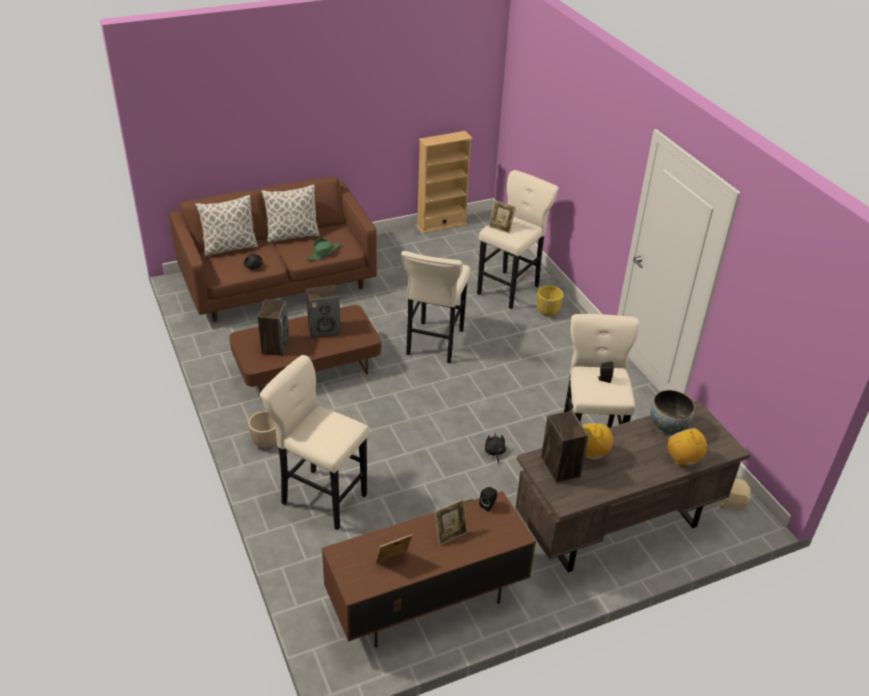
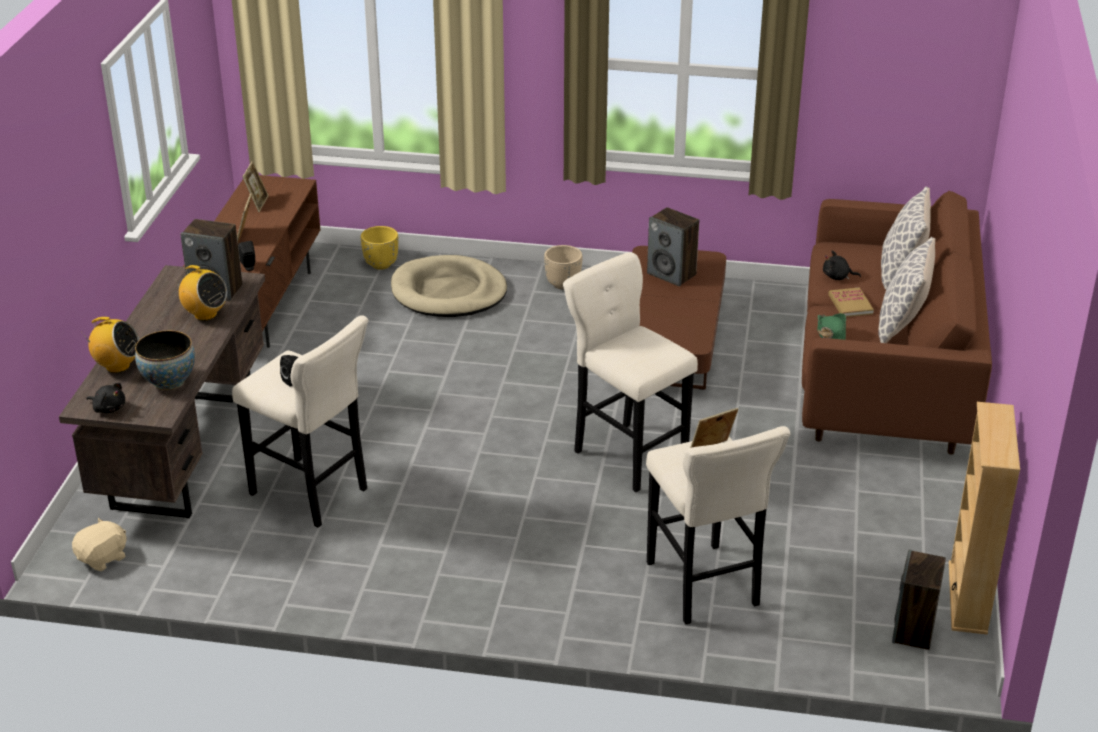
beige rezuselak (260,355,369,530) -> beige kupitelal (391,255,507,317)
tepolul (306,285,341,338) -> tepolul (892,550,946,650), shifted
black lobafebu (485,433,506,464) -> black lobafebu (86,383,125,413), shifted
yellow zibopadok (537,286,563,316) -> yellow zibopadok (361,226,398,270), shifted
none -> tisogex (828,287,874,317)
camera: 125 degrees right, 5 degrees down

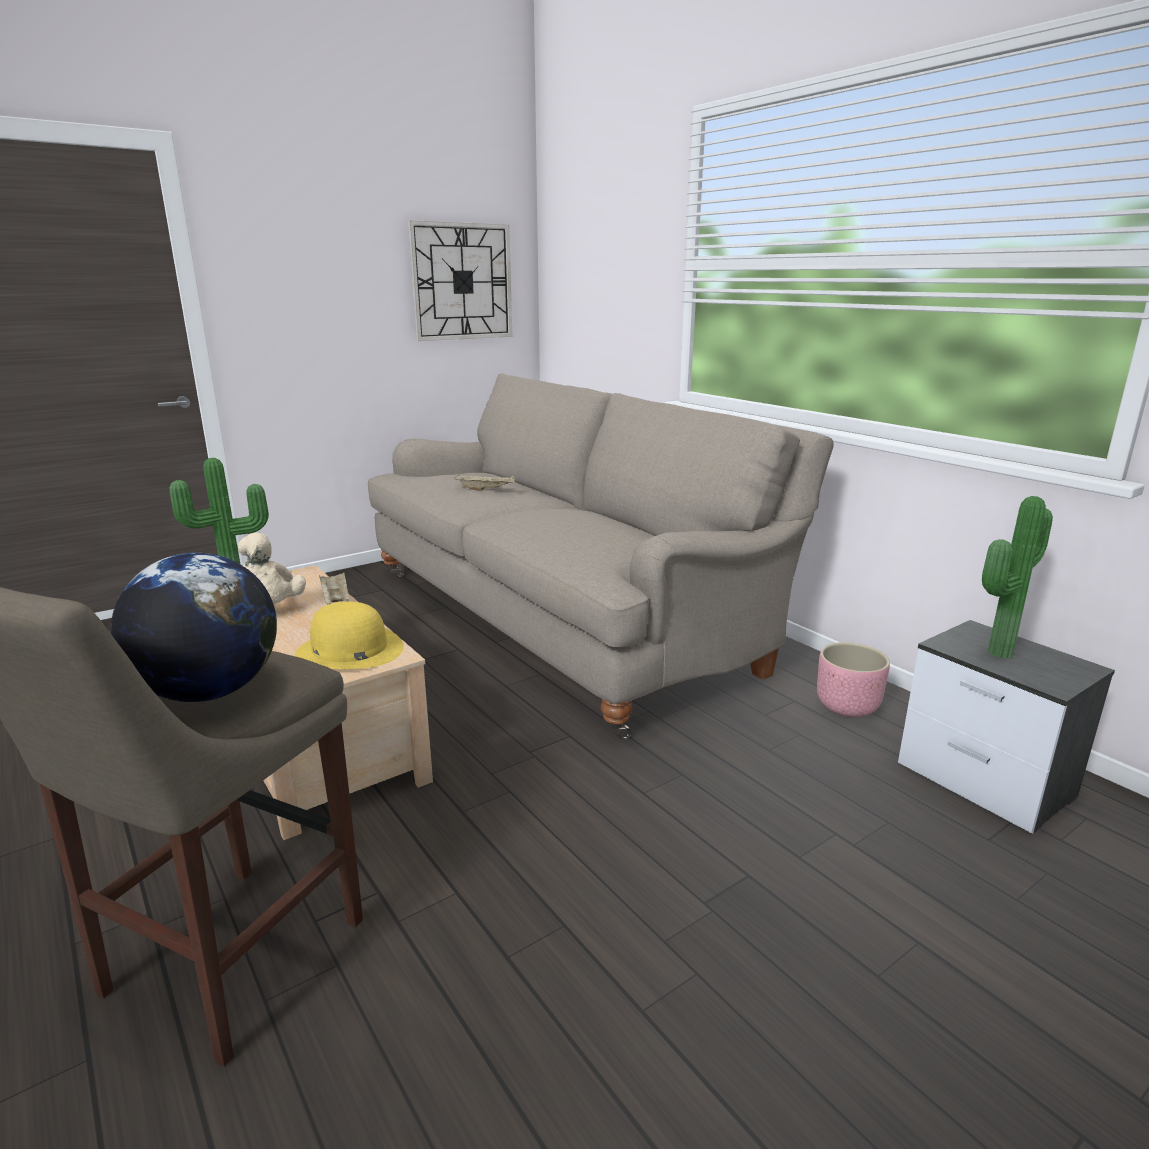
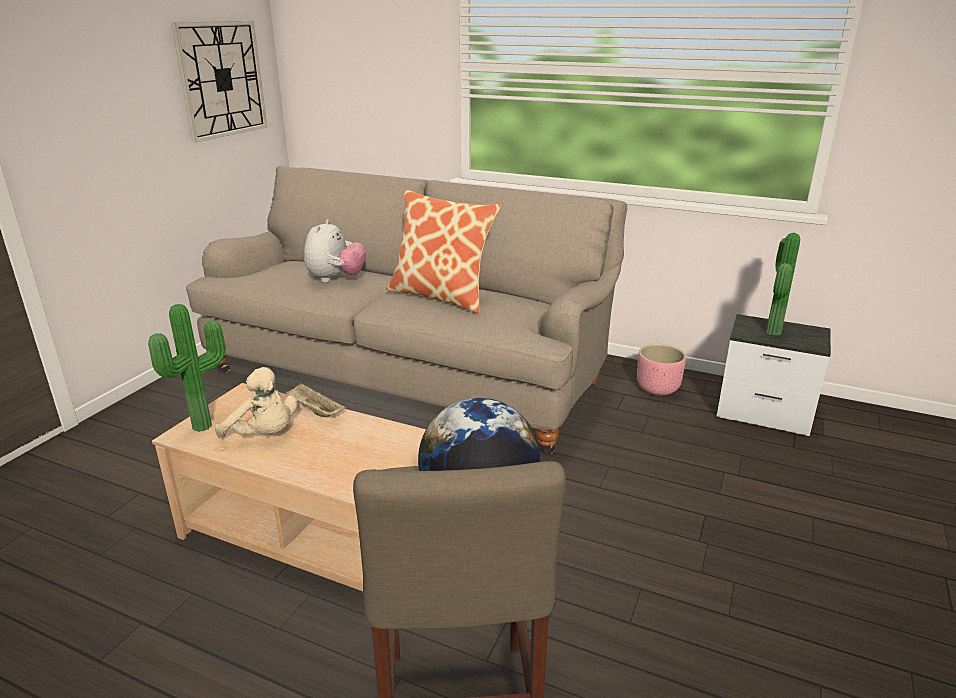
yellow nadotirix (295,601,404,669) -> none
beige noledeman (453,475,515,491) -> lobafebu (304,219,366,283)
none -> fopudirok (386,189,501,314)
camera: 30 degrees left, 5 degrees up

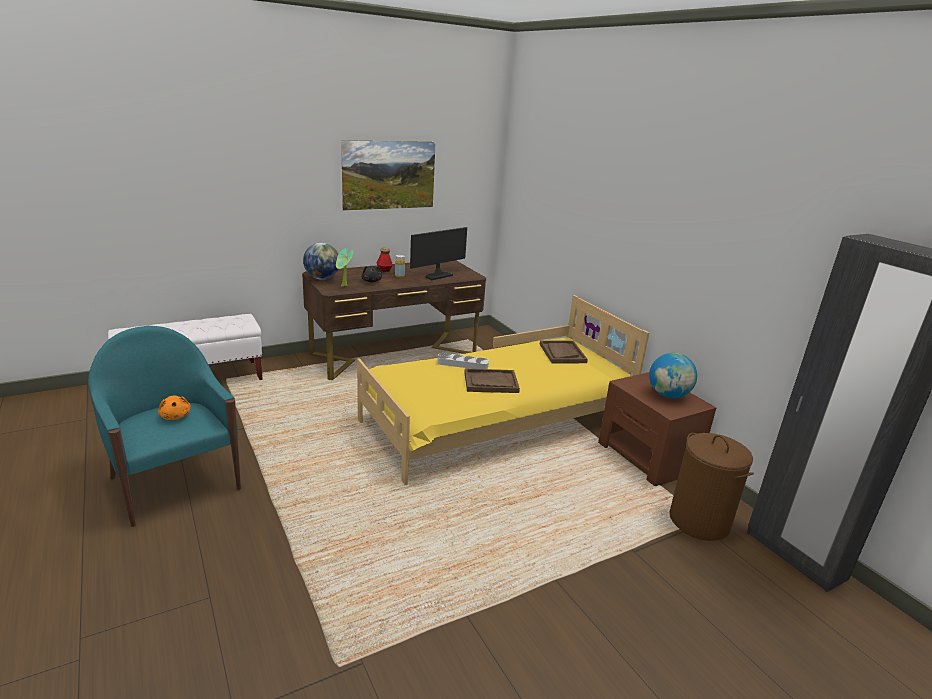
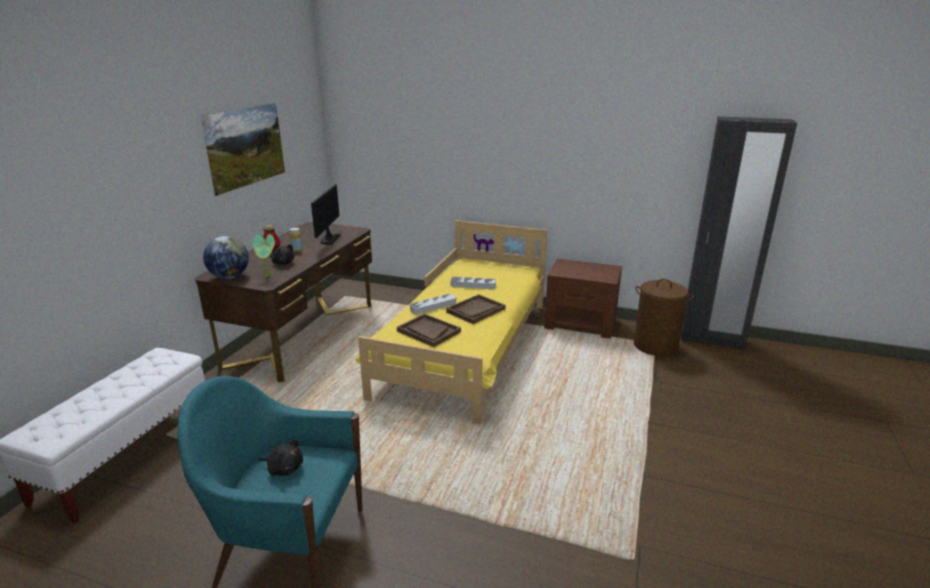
orange lobafebu (158,396,191,420) -> black lobafebu (259,440,303,476)
brown noledeman (540,340,588,364) -> brown noledeman (397,314,461,347), shifted
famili (649,353,697,398) -> none
none -> grey noledeman (451,277,496,289)
camera: 40 degrees left, 0 degrees up

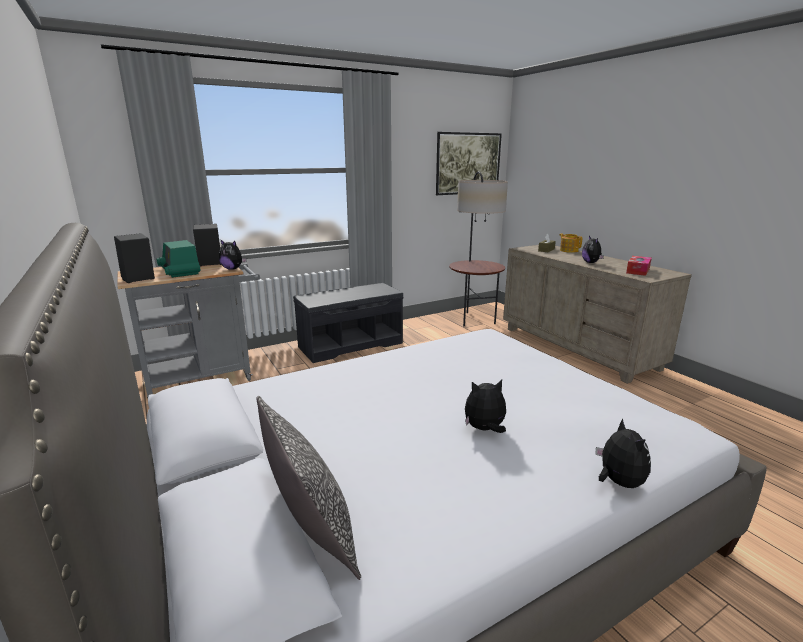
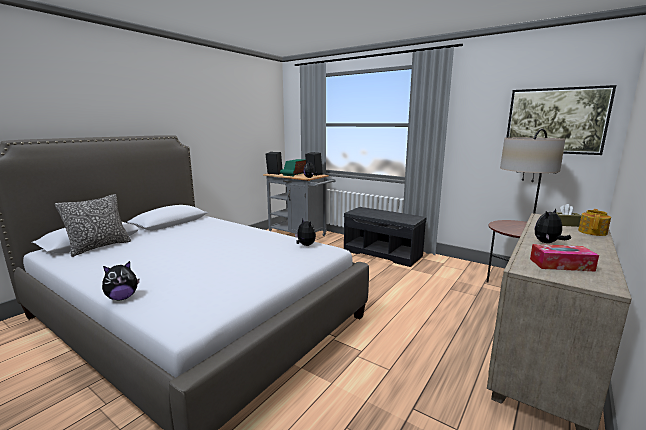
lobafebu (465,380,506,433) -> lobafebu (295,219,316,246), shifted
camera: 65 degrees right, 5 degrees down

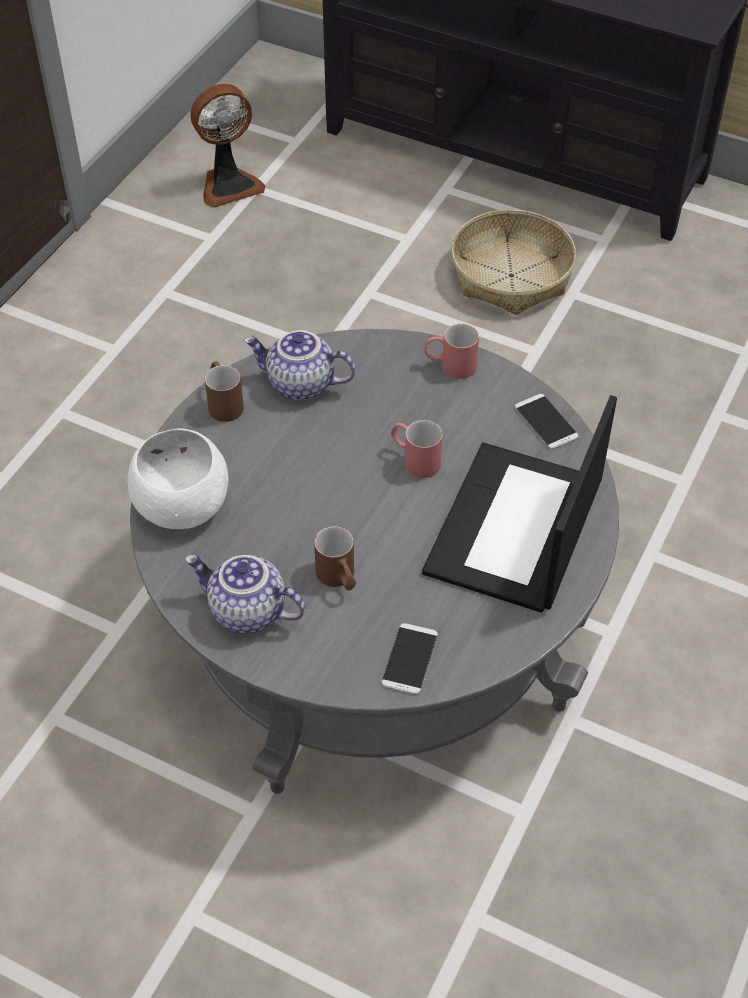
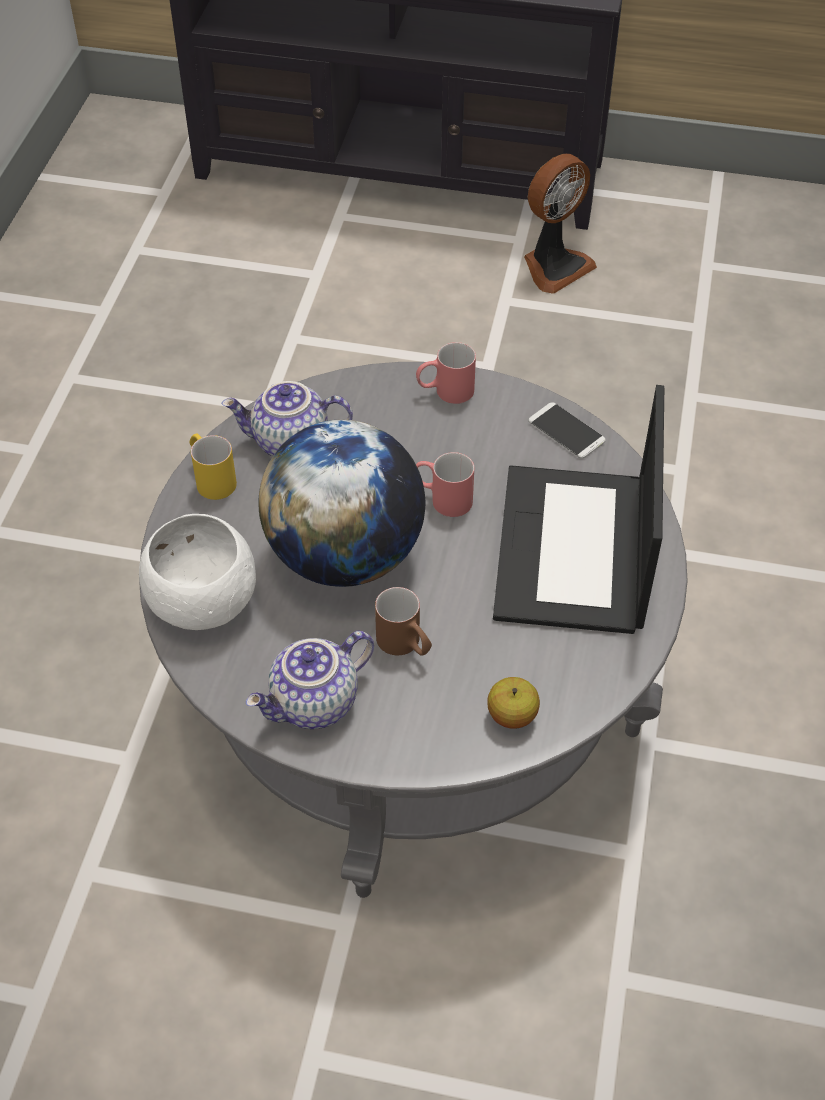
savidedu (185,554,305,633) -> savidedu (246,631,374,729), 45 degrees counterclockwise
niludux (190,84,265,208) -> niludux (524,154,597,294), shifted
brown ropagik (205,361,244,422) -> yellow ropagik (189,433,237,500)
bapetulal (382,623,438,695) -> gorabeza (487,677,540,729)
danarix (451,209,576,315) -> none
none -> famili (258,420,425,587)
camera: 15 degrees left, 0 degrees up

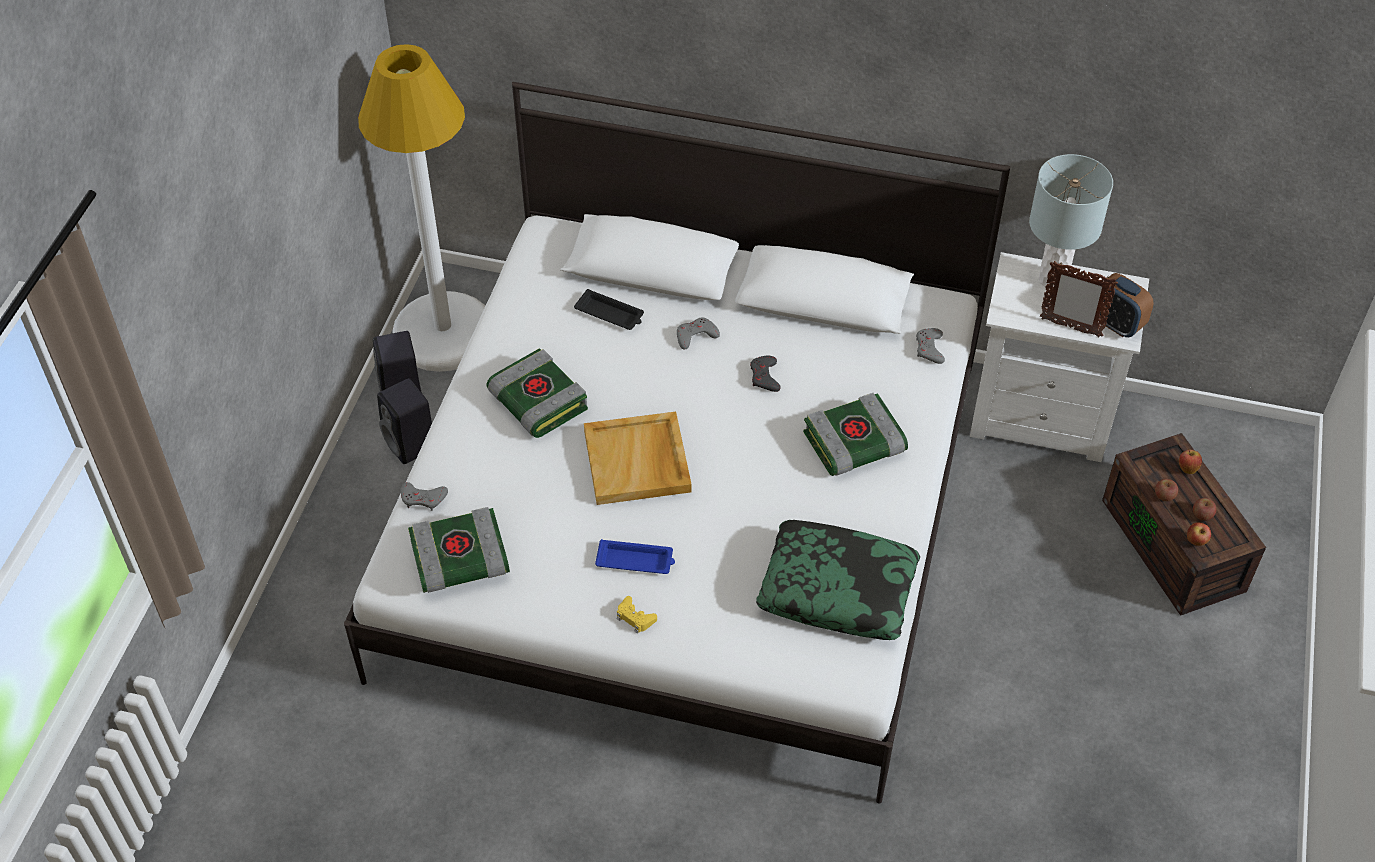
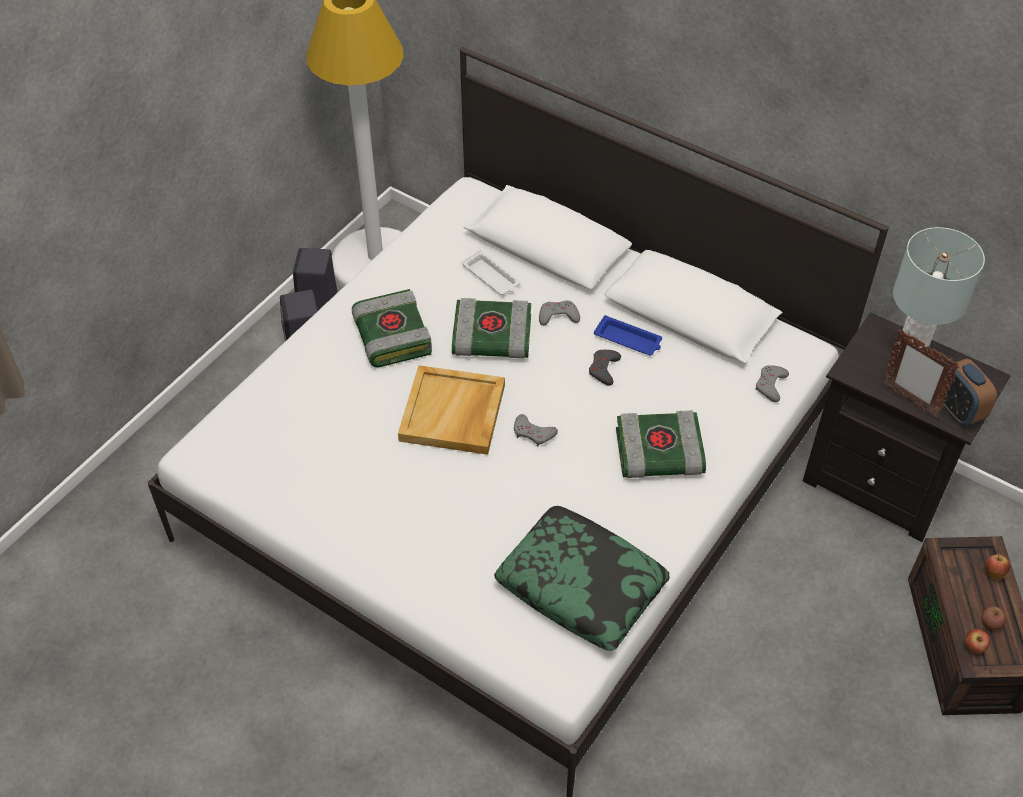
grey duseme (401,482,448,511) -> grey duseme (514,414,558,447), shifted
tisogex (408,507,510,593) -> tisogex (452,298,531,358), shifted
black noledeman (574,289,644,330) -> white noledeman (461,250,521,295)
blue noledeman (595,539,675,574) -> blue noledeman (594,315,662,356), shifted
yellow duseme (617,596,657,634) -> none
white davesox (970,252,1149,462) -> black davesox (803,312,1011,542)
gorabeza (1155,479,1178,501) -> none
camera: 20 degrees right, 0 degrees up

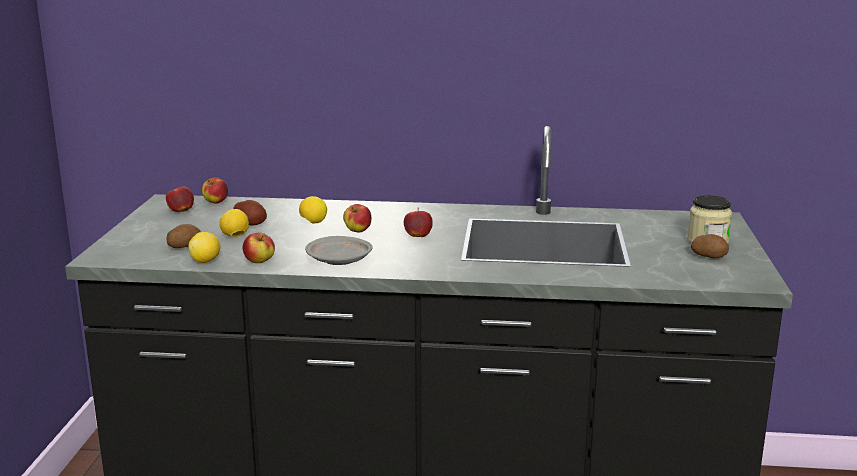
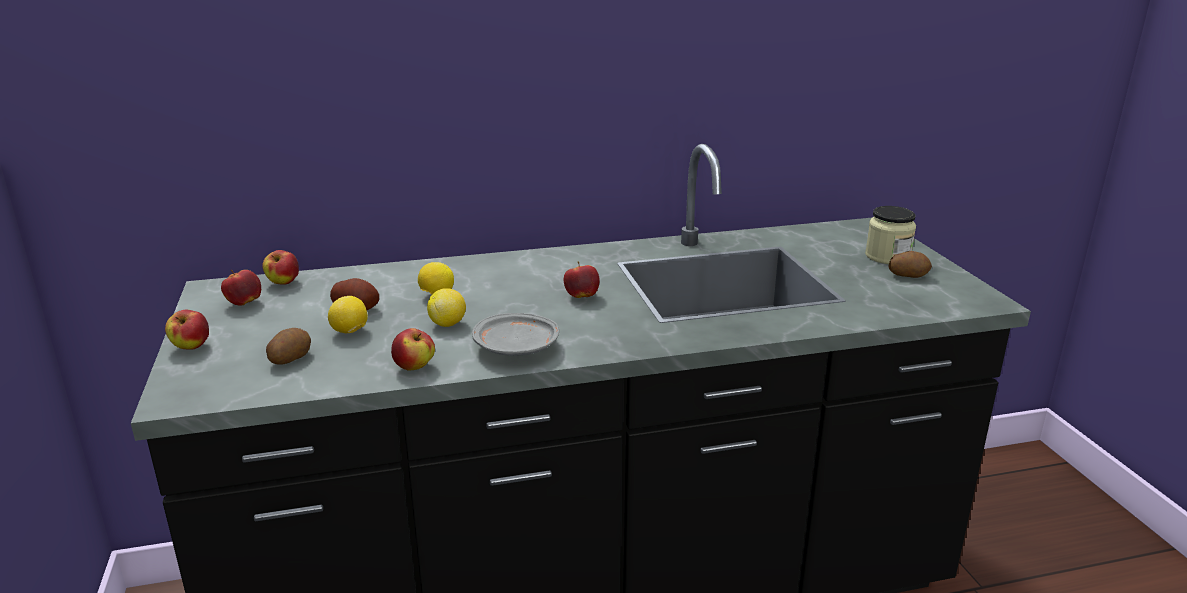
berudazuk (188,232,220,263) -> berudazuk (427,288,466,327), shifted
gorabeza (343,204,371,233) -> gorabeza (165,310,209,349), shifted
camera: 20 degrees left, 5 degrees up

